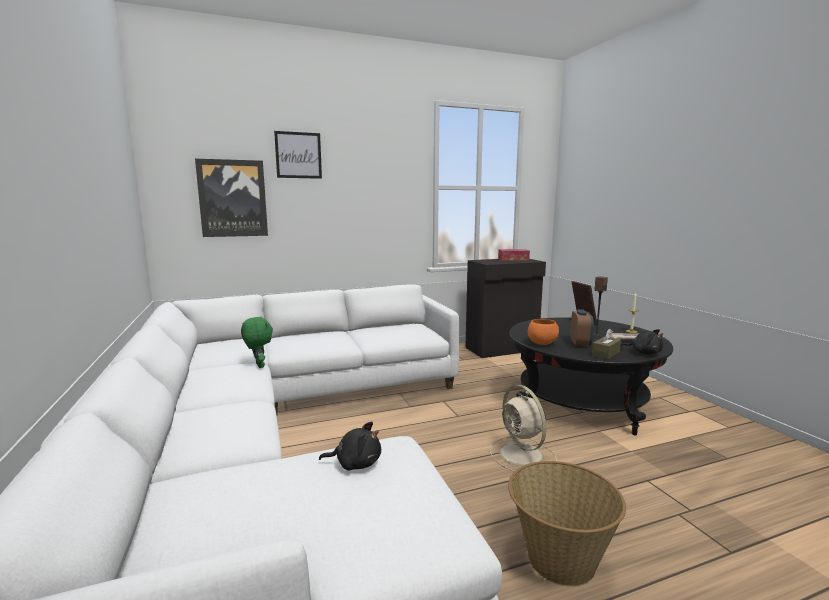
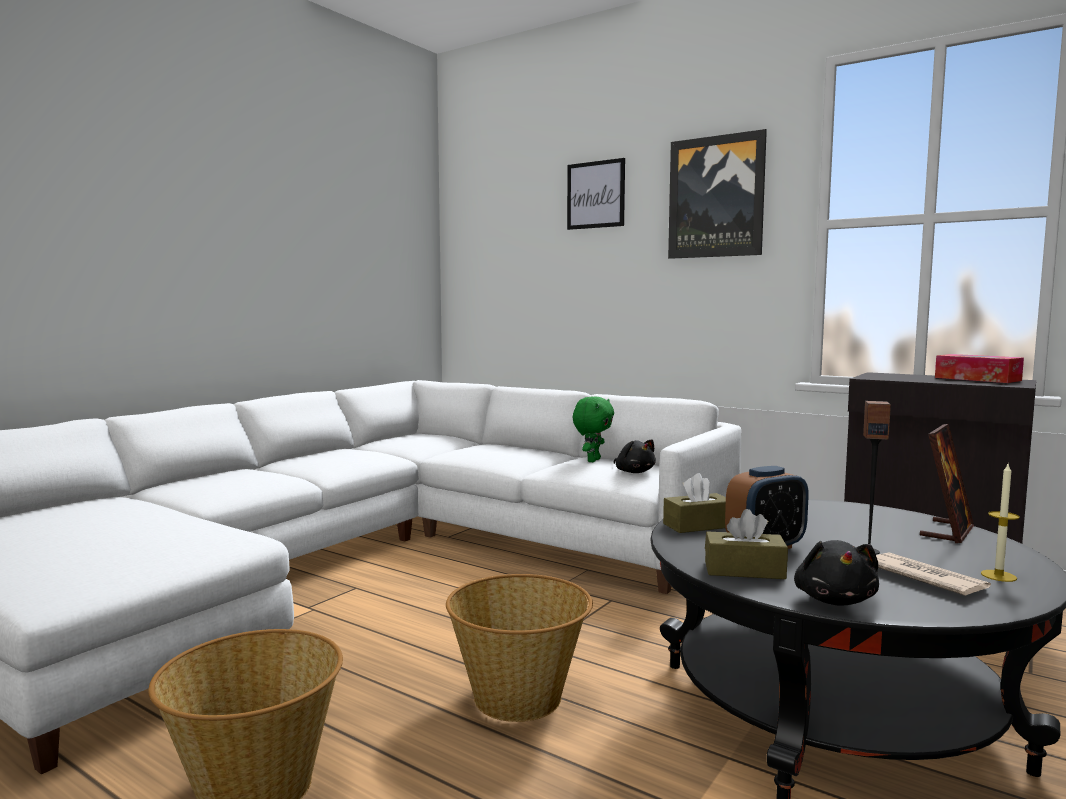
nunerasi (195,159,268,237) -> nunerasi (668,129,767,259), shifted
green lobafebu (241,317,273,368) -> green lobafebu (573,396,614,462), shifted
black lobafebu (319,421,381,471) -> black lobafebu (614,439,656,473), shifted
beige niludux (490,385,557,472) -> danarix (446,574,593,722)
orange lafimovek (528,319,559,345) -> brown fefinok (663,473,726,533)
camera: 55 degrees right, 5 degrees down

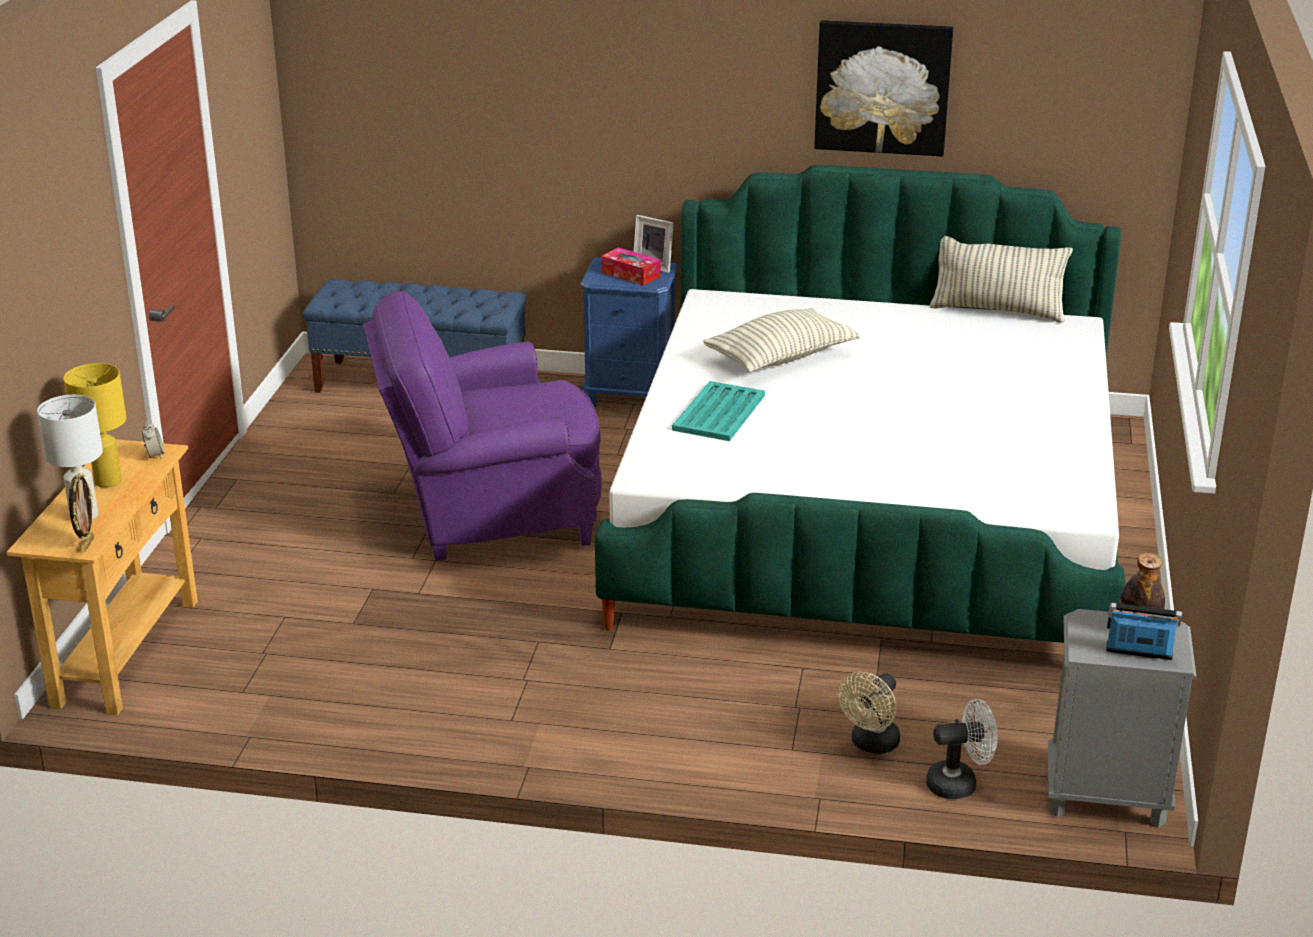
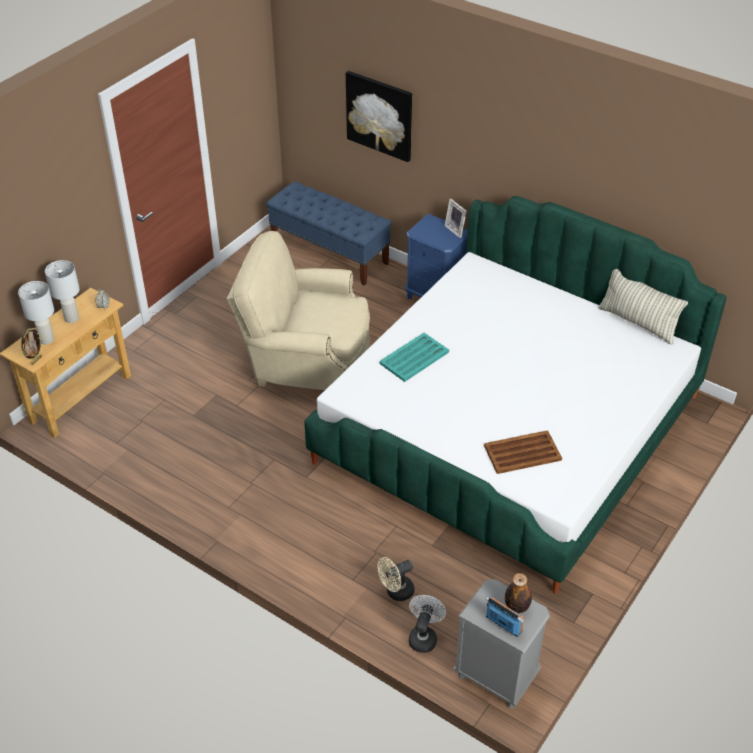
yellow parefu (63,363,126,487) -> white parefu (45,260,80,323)
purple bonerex (363,291,602,561) -> beige bonerex (227,231,370,390)
fefinok (601,247,661,286) -> none
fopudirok (703,308,861,372) -> none
nunerasi (814,20,953,157) -> nunerasi (346,71,412,162), shifted
white niludux (926,699,998,799) -> white niludux (409,595,446,653), 90 degrees counterclockwise
none -> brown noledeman (484,430,562,474)
camera: 25 degrees right, 15 degrees up

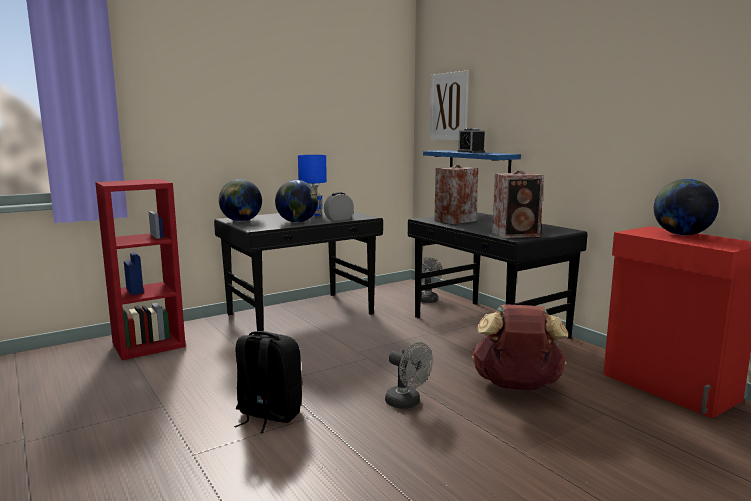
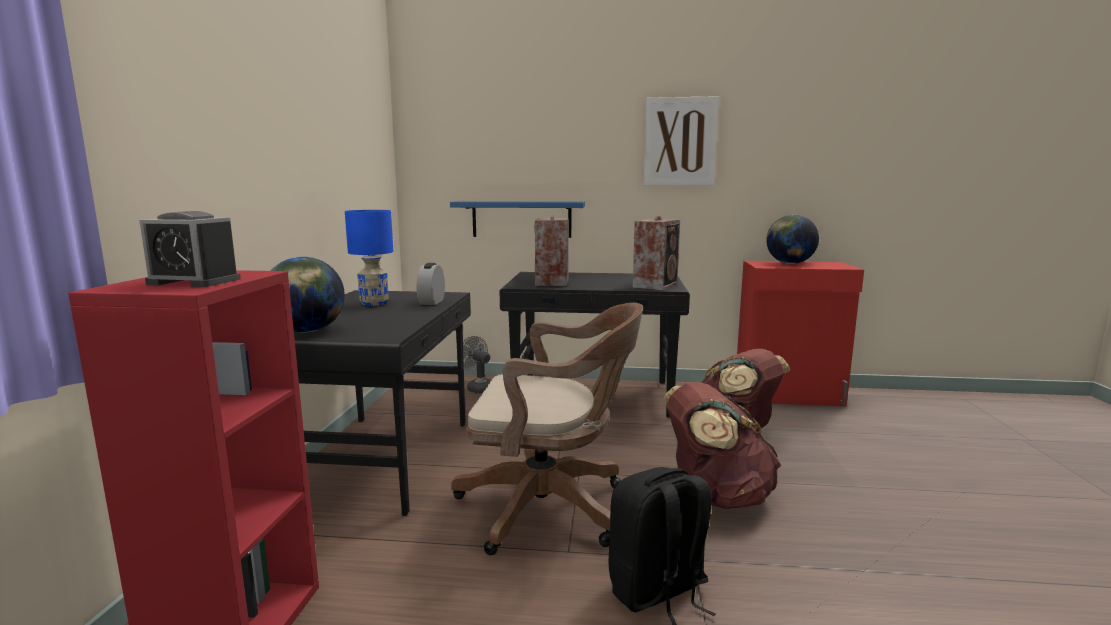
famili (275,180,318,223) -> none
grey niludux (385,342,433,409) -> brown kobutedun (663,382,781,509)
nunerasi (429,71,469,140) -> nunerasi (643,96,719,185), shifted
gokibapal (458,128,485,153) -> gokibapal (139,211,241,287), shifted
none -> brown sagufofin (451,303,643,555)
camera: 50 degrees left, 0 degrees up

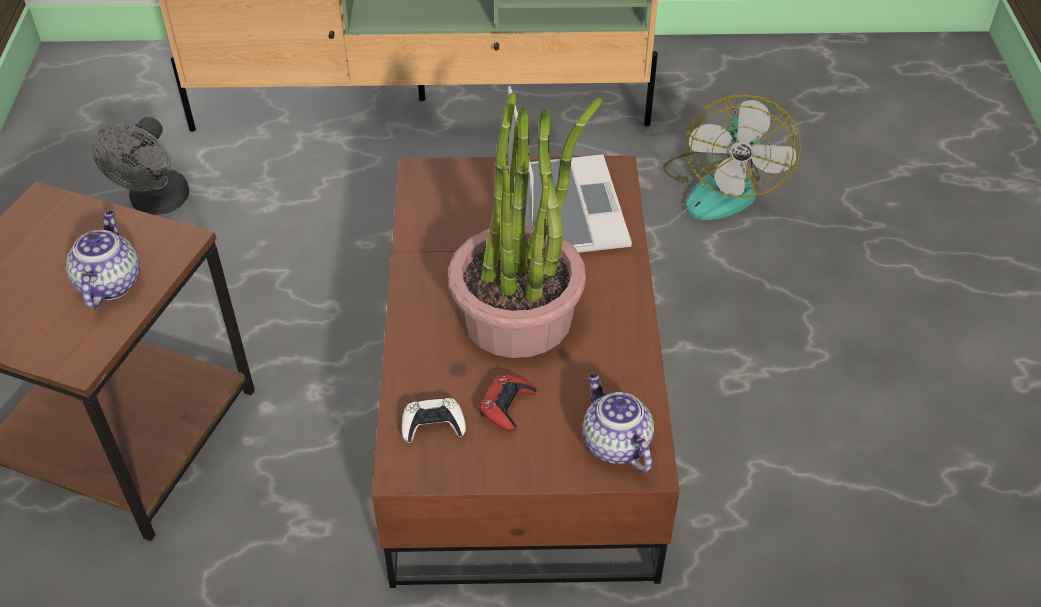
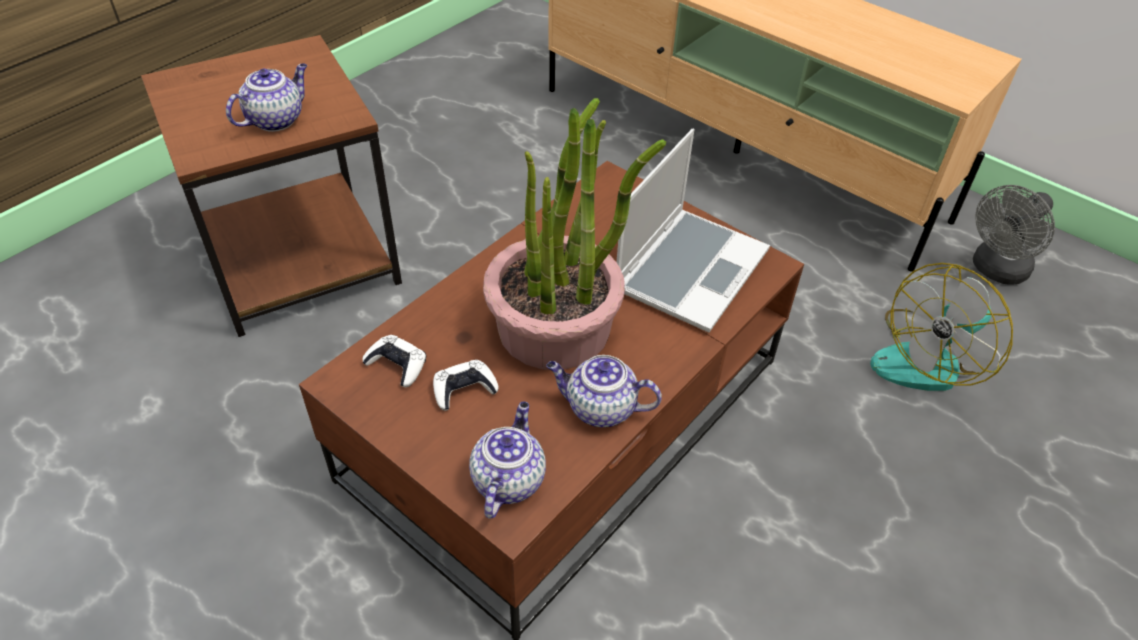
grey niludux (92,117,189,215) -> grey niludux (973,185,1055,285), shifted
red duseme (479,374,536,432) -> white duseme (433,360,499,411)
none -> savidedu (546,355,662,427)
camera: 40 degrees right, 0 degrees up

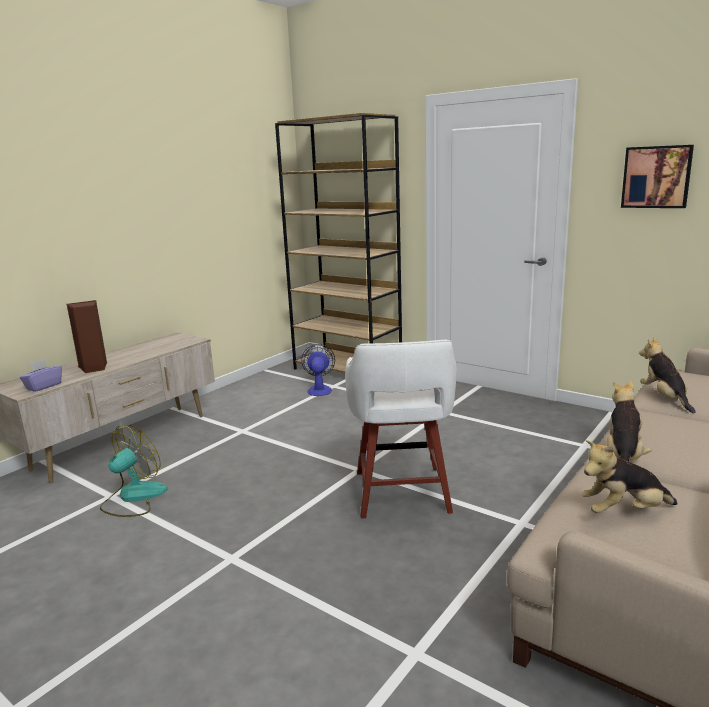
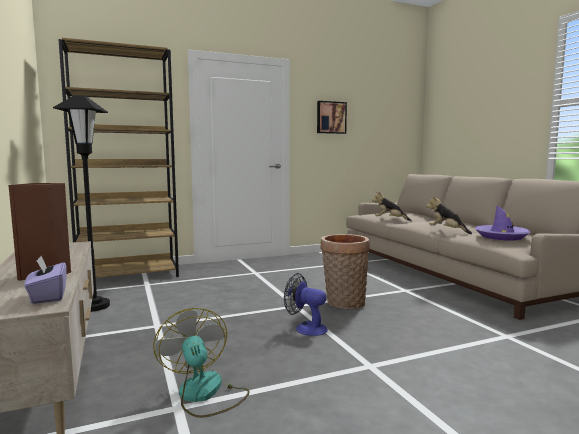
niludux (301,344,335,396) -> niludux (284,273,328,336), shifted
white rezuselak (345,340,457,518) -> danarix (320,234,370,309)
lobafebu (582,440,678,513) -> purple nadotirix (475,205,530,241)
none -> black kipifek (53,95,110,312)
camera: 60 degrees left, 10 degrees down

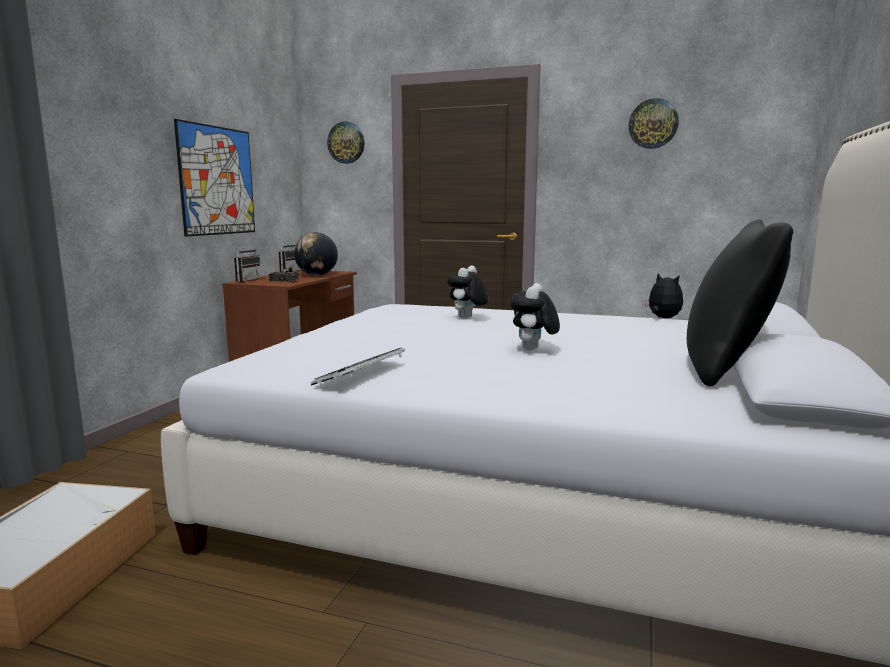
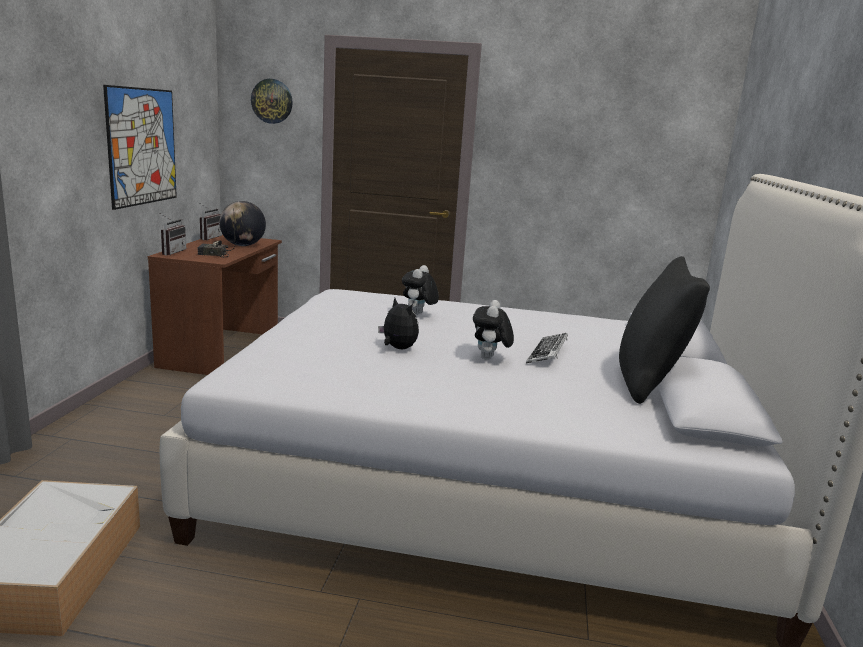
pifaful (311,347,405,386) -> pifaful (526,333,568,363), shifted
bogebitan (628,98,679,149) -> none
lobafebu (642,273,683,318) -> lobafebu (378,298,419,349), shifted
camera: 10 degrees left, 5 degrees up

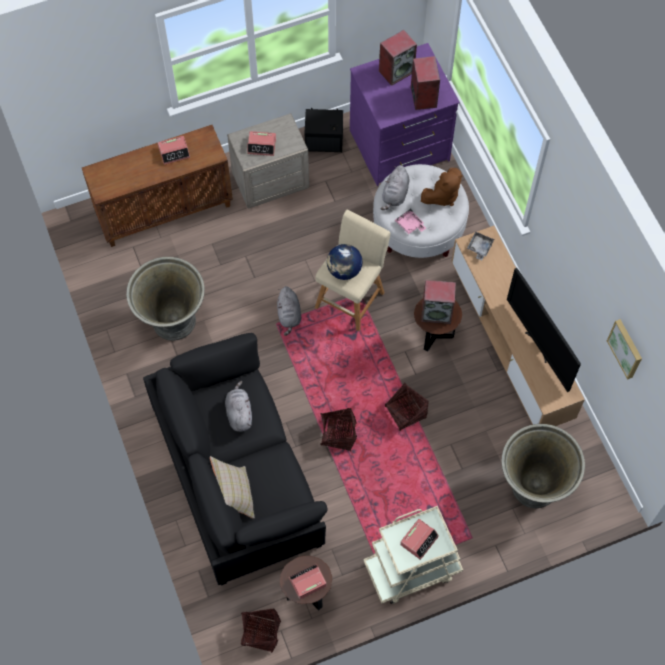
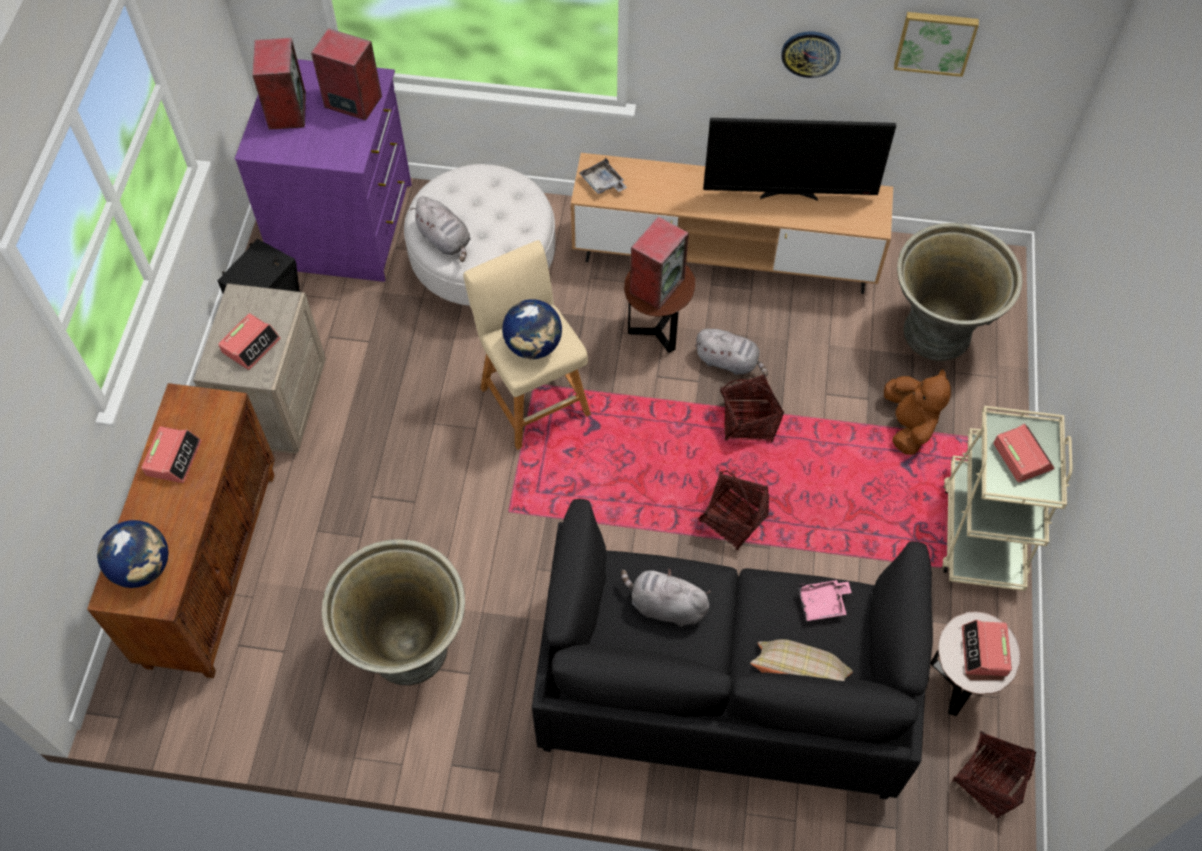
grey lobafebu (277,286,301,336) -> grey lobafebu (695,329,768,376), shifted
pink noledeman (395,208,426,234) -> pink noledeman (798,580,852,621), shifted
brown lobafebu (421,167,463,206) -> brown lobafebu (884,369,951,455), shifted
none -> famili (97,520,168,588)
none -> bogebitan (781,31,840,78)
camera: 60 degrees left, 5 degrees down

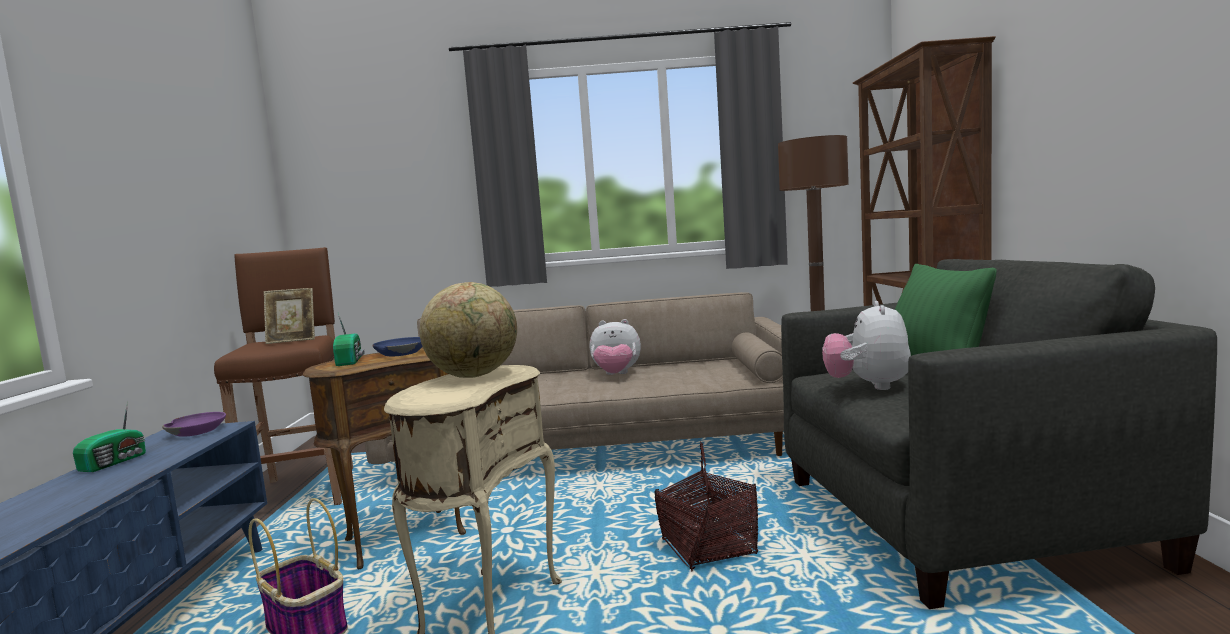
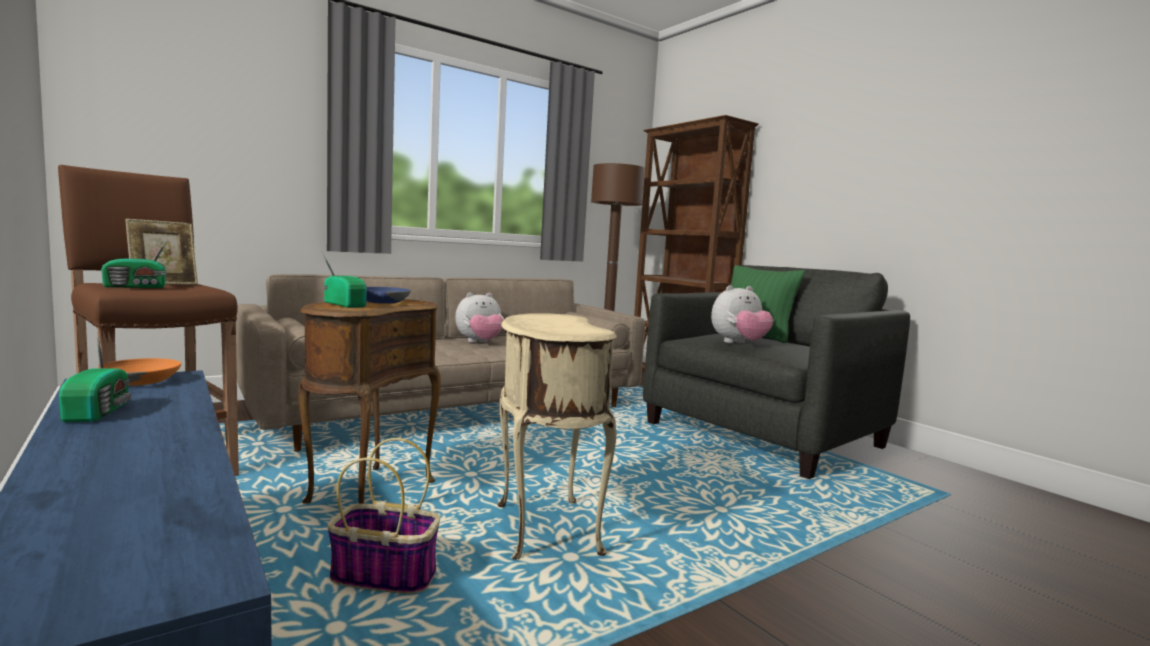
purple lafimovek (162,412,226,437) -> orange lafimovek (98,358,181,386)
famili (420,282,517,378) -> none
danarix (654,442,758,571) -> none
lobafebu (822,301,911,390) -> lobafebu (711,285,774,343), 90 degrees counterclockwise
none -> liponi (101,238,169,288)
camera: 35 degrees left, 0 degrees up

